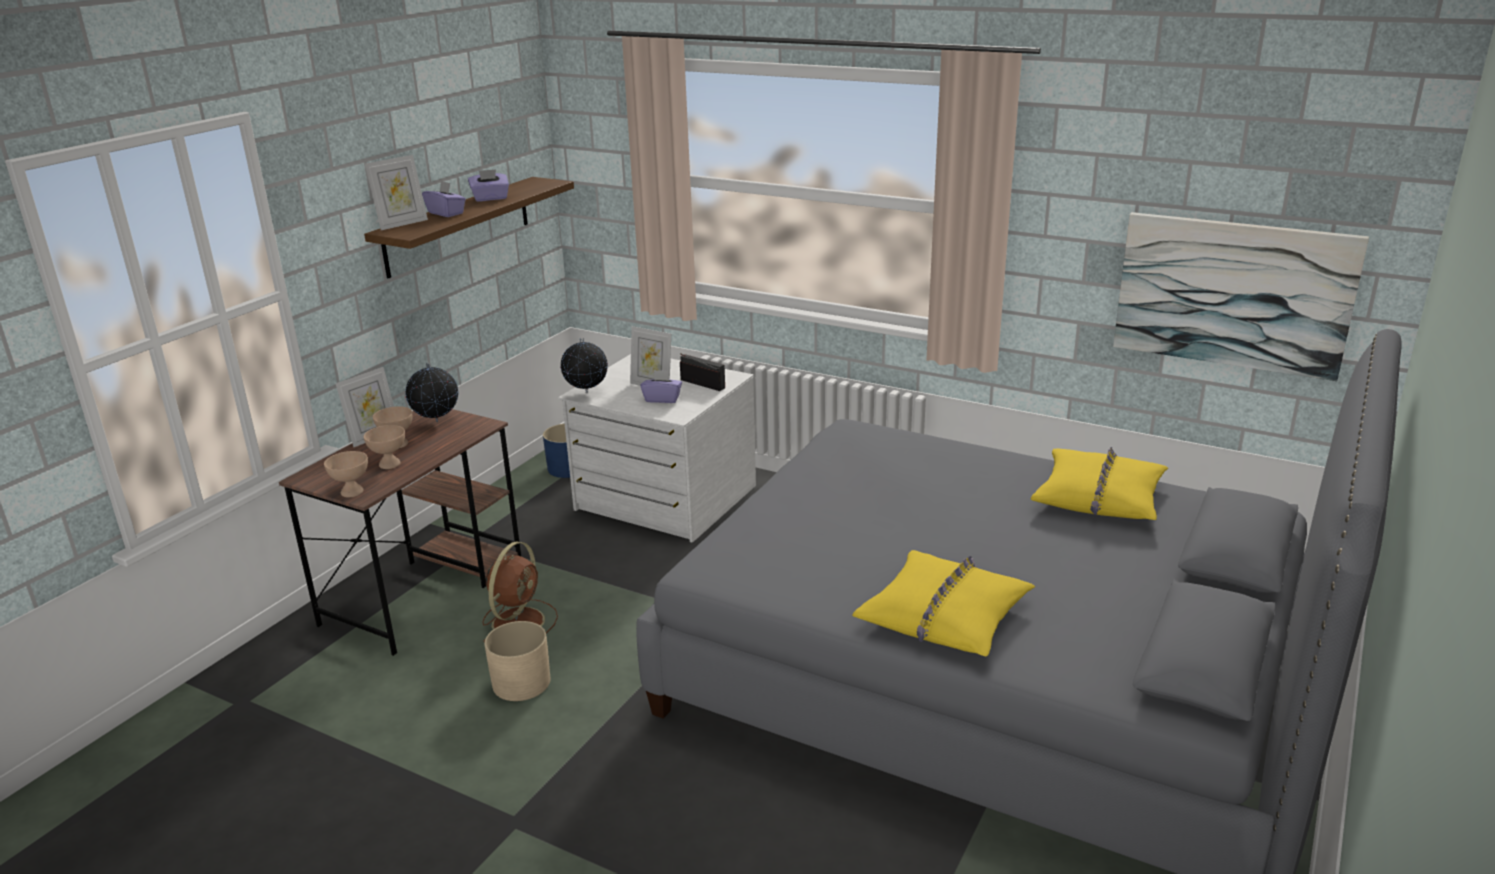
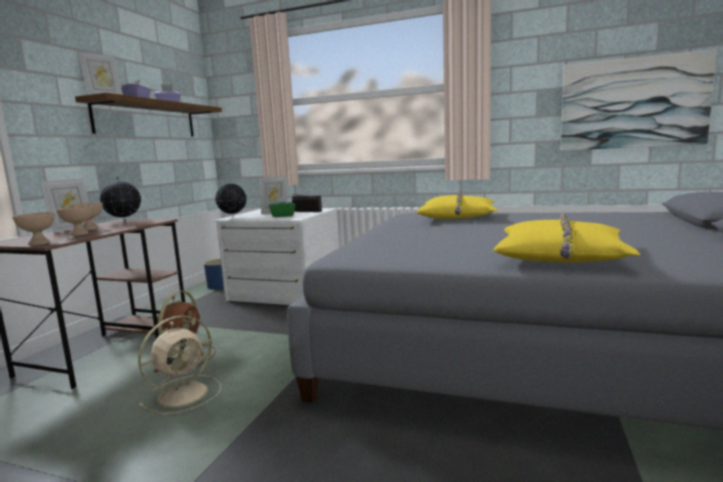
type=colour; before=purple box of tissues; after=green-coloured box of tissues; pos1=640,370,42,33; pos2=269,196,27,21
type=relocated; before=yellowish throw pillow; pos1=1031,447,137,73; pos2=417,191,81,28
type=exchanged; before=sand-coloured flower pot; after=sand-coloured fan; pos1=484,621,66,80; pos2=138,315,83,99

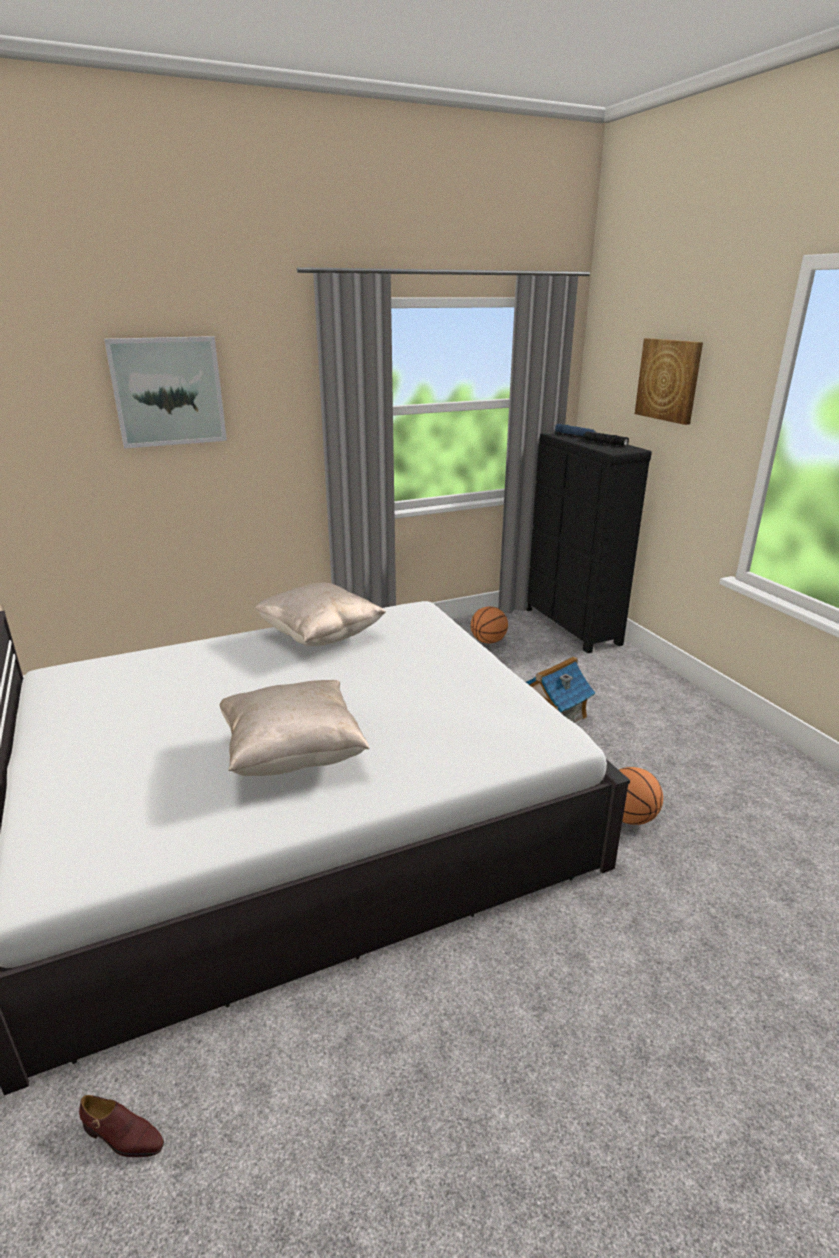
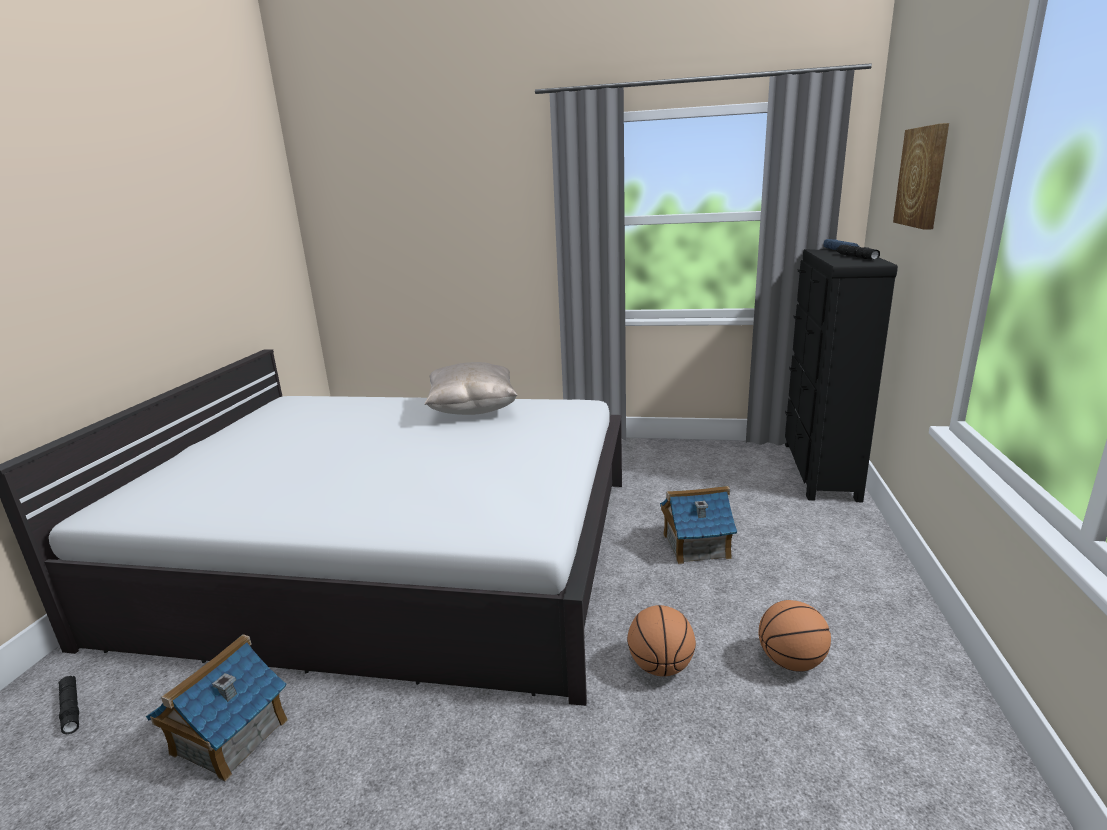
type=missing; before=wall picture; pos1=104,336,123,113
type=relocated; before=ball for basketball; pos1=471,607,37,36; pos2=758,600,73,72
type=missing; before=sand-coloured throw pillow; pos1=220,680,150,96
type=exchanged; before=brown-coloured shoe; after=blackish flashlight; pos1=79,1095,85,62; pos2=59,675,20,59
type=appeared; after=model house; pos2=146,634,142,148

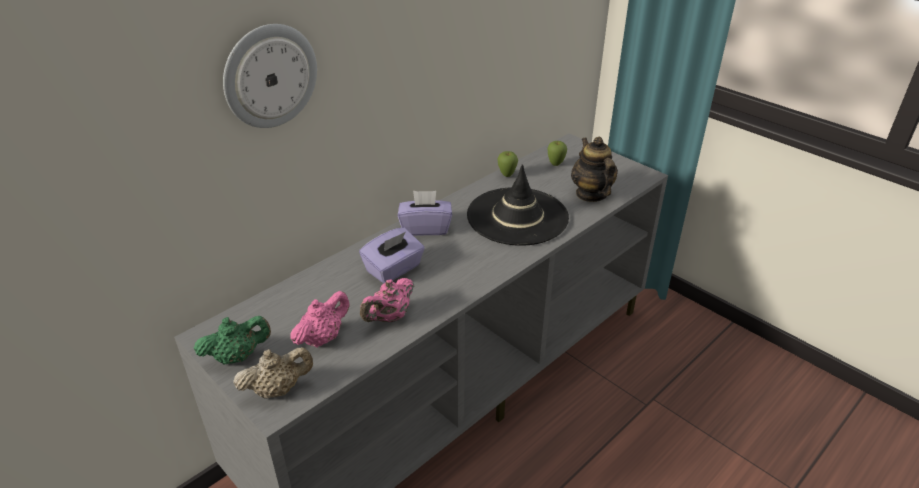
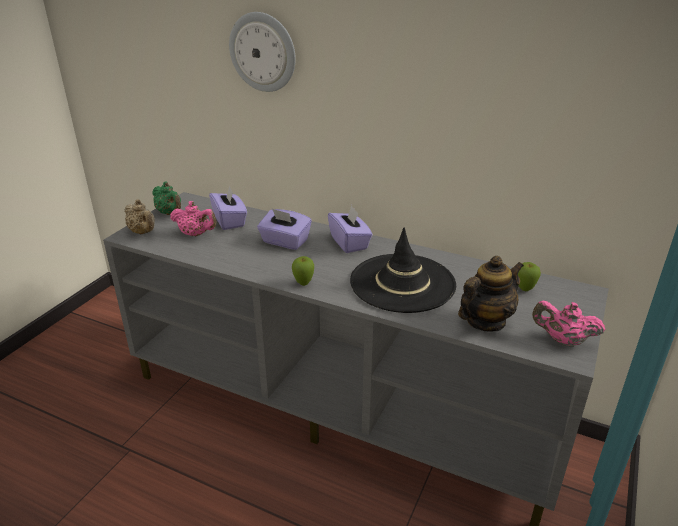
type=relocated; before=apple; pos1=497,151,21,26; pos2=292,256,22,30
type=relocated; before=pink tea pot; pos1=360,278,54,45; pos2=532,300,73,48
type=appeared; after=purple box of tissues; pos2=209,186,38,44

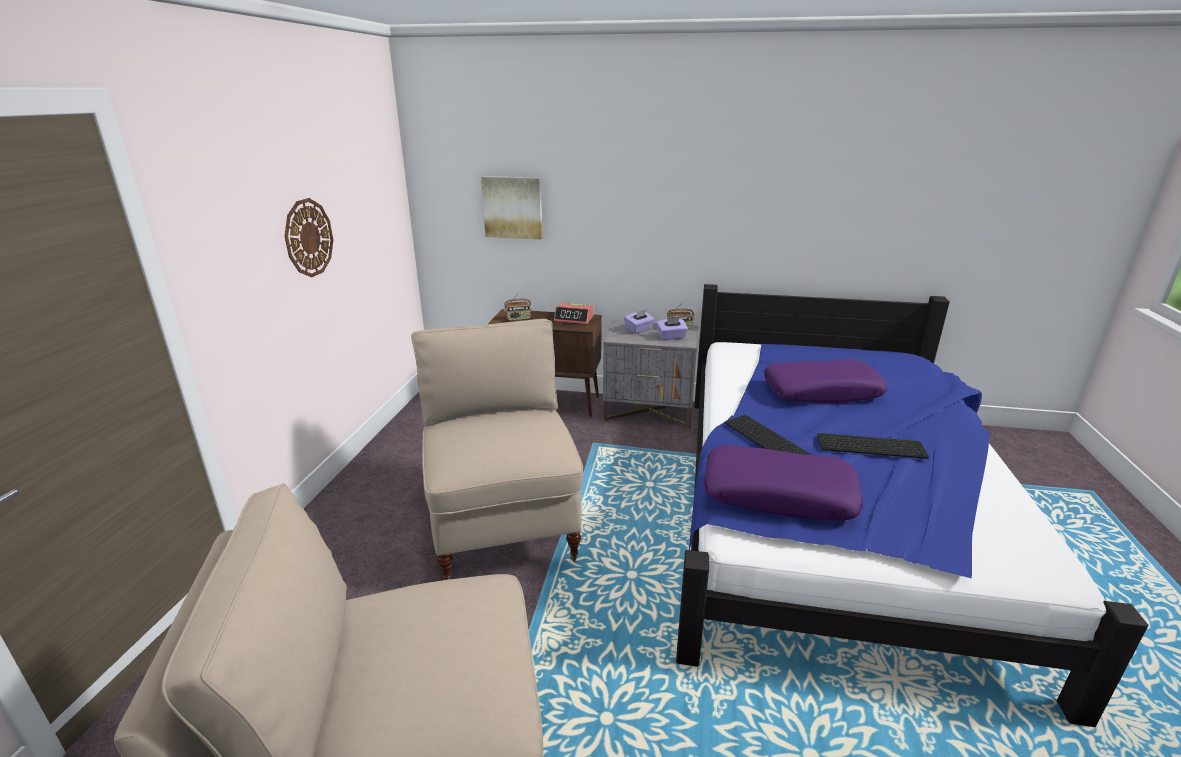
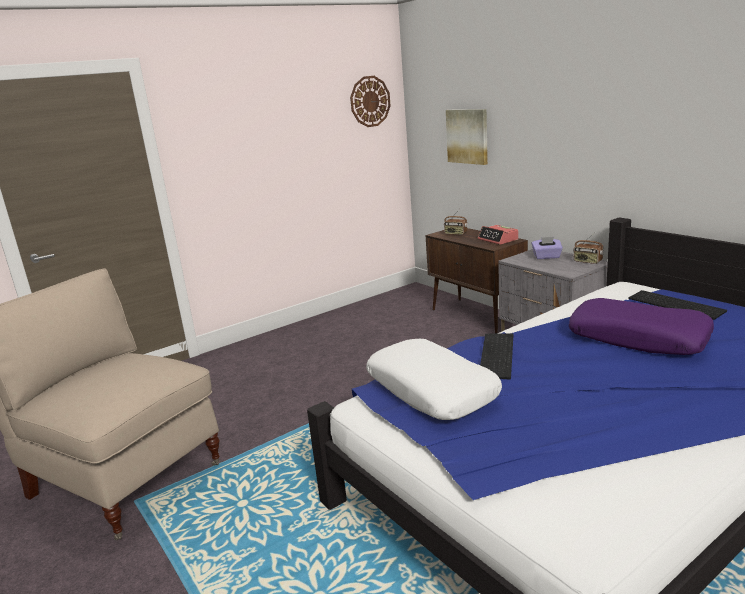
type=relocated; before=hanging clock; pos1=285,198,48,79; pos2=350,76,41,51
type=missing; before=purple box of tissues; pos1=656,317,32,23
type=missing; before=sand-coloured upright chair; pos1=411,319,172,261
type=relocated; before=computer keyboard; pos1=817,433,112,26; pos2=628,290,99,30
type=colour; before=purple throw pillow; after=white-coloured throw pillow; pos1=704,445,159,75; pos2=366,339,136,81

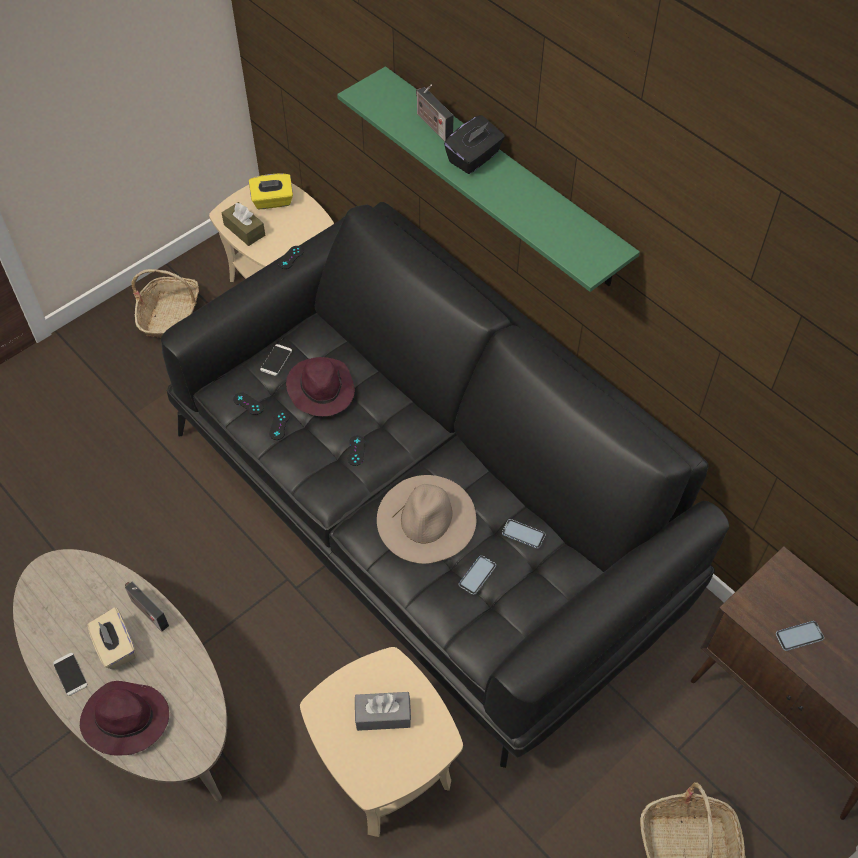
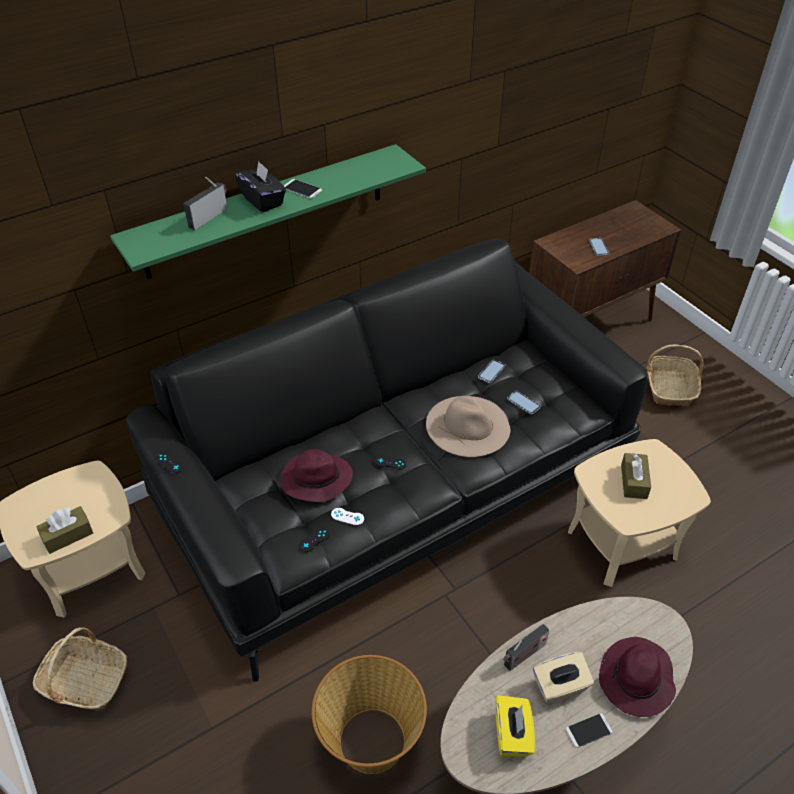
type=spun; before=radio; pos1=416,85,38,56; pos2=183,177,45,54; turn=150
type=relocated; before=yellowish box of tissues; pos1=249,173,44,36; pos2=495,695,40,62
type=relocated; before=telephone; pos1=260,344,32,32; pos2=284,179,38,20
type=colour; before=blackish gamepad; after=white-coloured gamepad; pos1=269,411,20,29; pos2=331,508,33,17
type=colour; before=grey box of tissues; after=brown-coloured box of tissues; pos1=355,692,56,39; pos2=621,453,30,46
type=appeared; after=basket; pos2=312,655,115,119

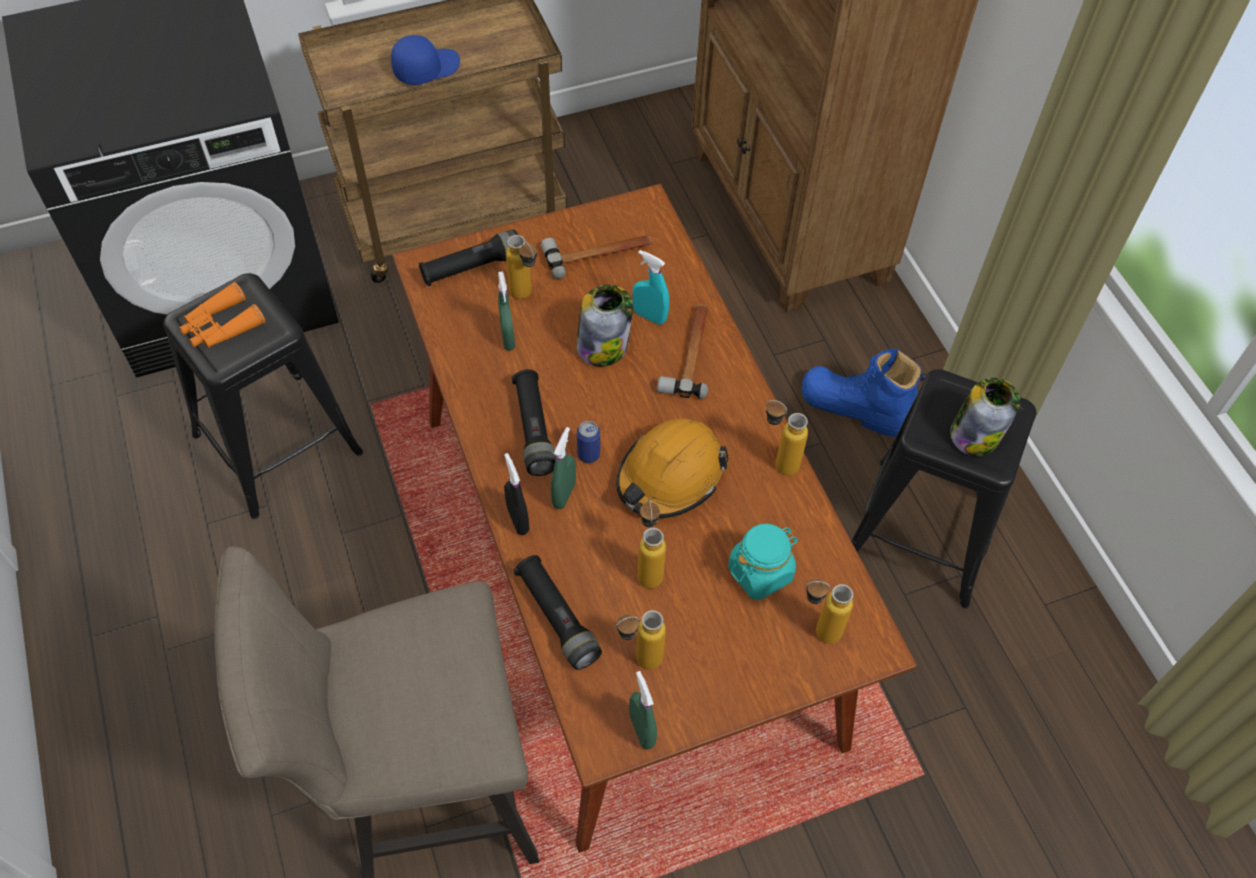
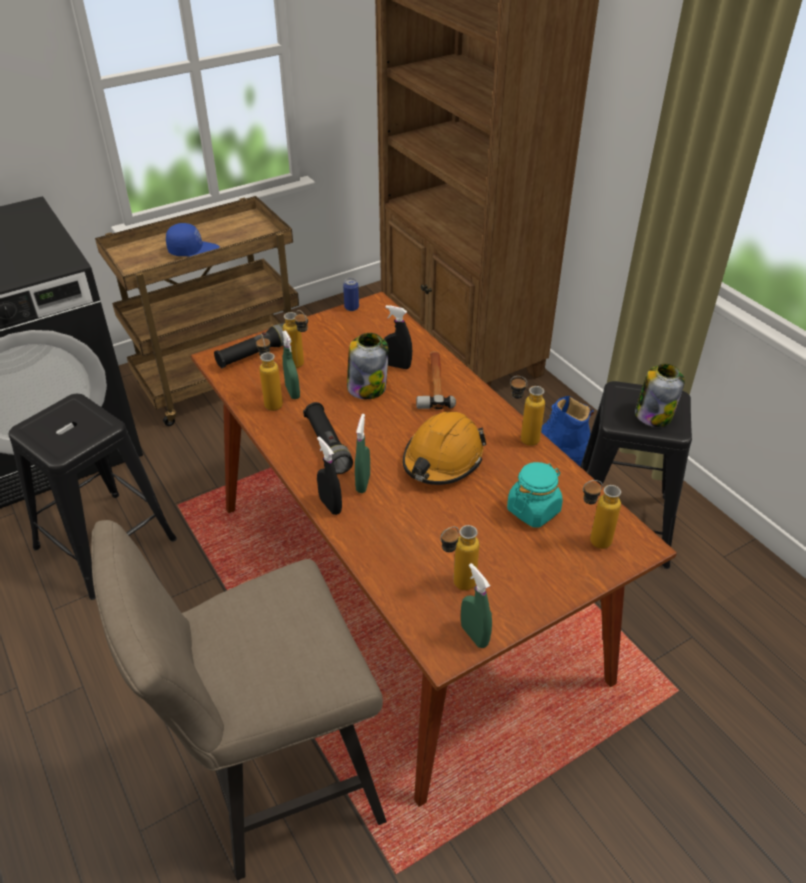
type=spun; before=bluish cap; pos1=391,35,69,50; pos2=166,223,54,33; turn=45
type=missing; before=hand hammer; pos1=541,235,111,44
type=colour; before=turquoise-coloured spray bottle; after=blackish spray bottle; pos1=632,250,37,75; pos2=384,305,28,64
type=missing; before=orange-coloured binoculars; pos1=179,282,87,66
type=relocated; before=can; pos1=577,421,23,42; pos2=343,278,16,33
type=relocated; before=beverage bottle; pos1=638,499,28,90; pos2=256,334,27,77
type=missing; before=blackish flashlight; pos1=514,555,88,115

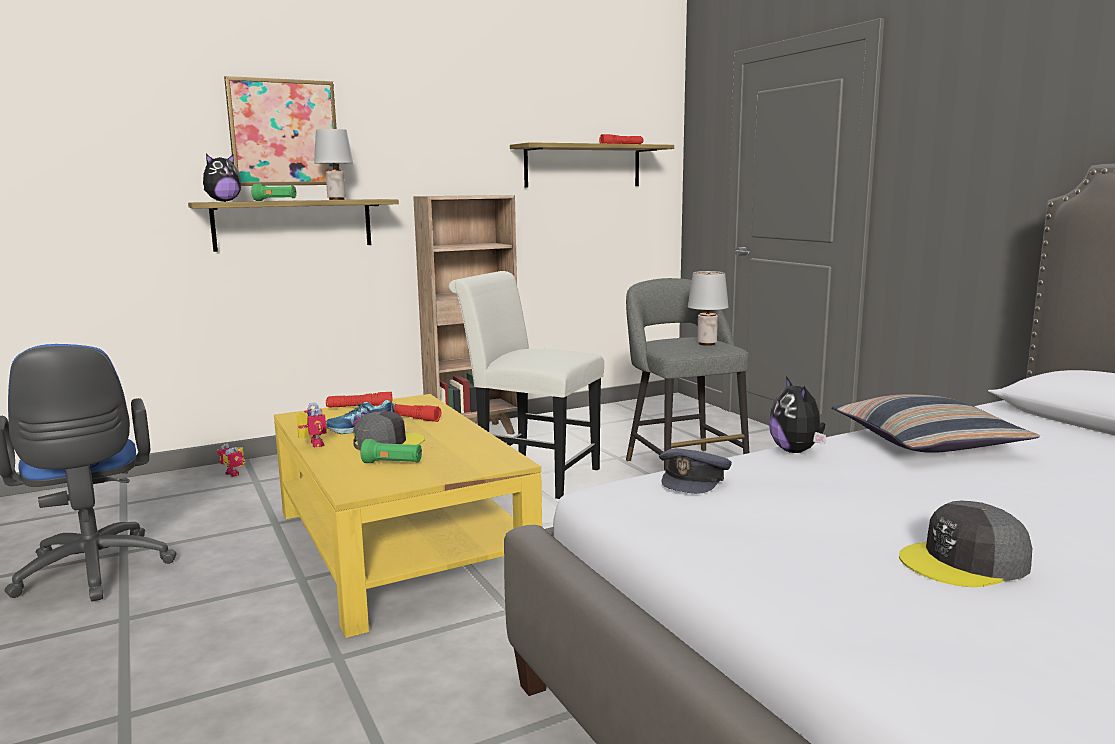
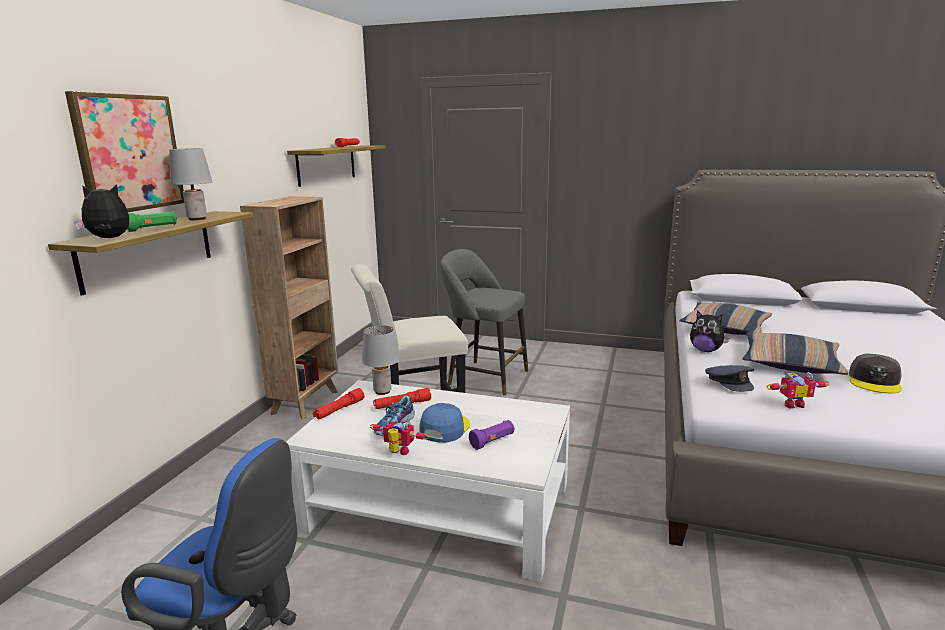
type=spun; before=plush toy; pos1=203,154,39,48; pos2=74,184,55,54; turn=-105
type=relocated; before=grey tabletop lamp; pos1=688,271,40,75; pos2=362,325,37,70
type=colour; before=yellowish coffee table; after=white-coloured coffee table; pos1=274,394,268,244; pos2=286,380,284,202
type=colour; before=grey cap; after=bluish cap; pos1=353,411,72,40; pos2=420,403,50,40
type=colour; before=green-coloured flashlight; after=purple flashlight; pos1=360,439,62,24; pos2=469,420,46,30
type=relocated; before=model robot; pos1=217,444,29,33; pos2=766,372,63,37
type=appeared; after=throw pillow; pos2=742,332,106,43

